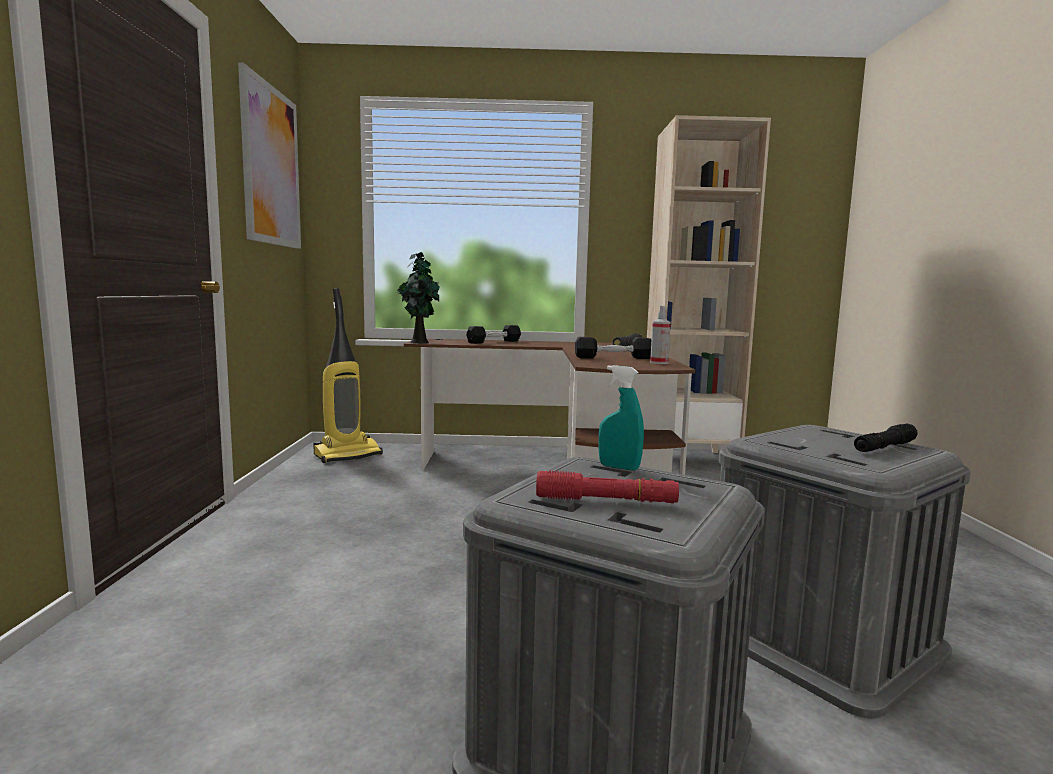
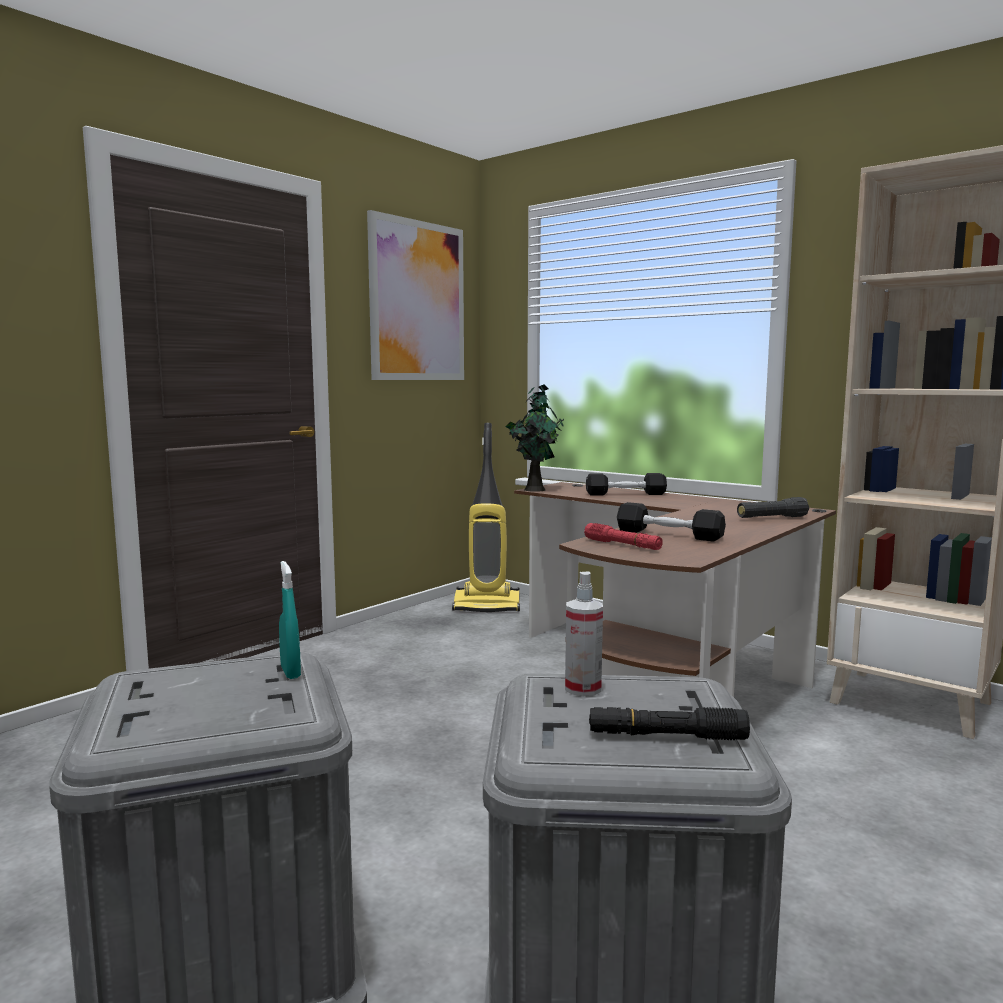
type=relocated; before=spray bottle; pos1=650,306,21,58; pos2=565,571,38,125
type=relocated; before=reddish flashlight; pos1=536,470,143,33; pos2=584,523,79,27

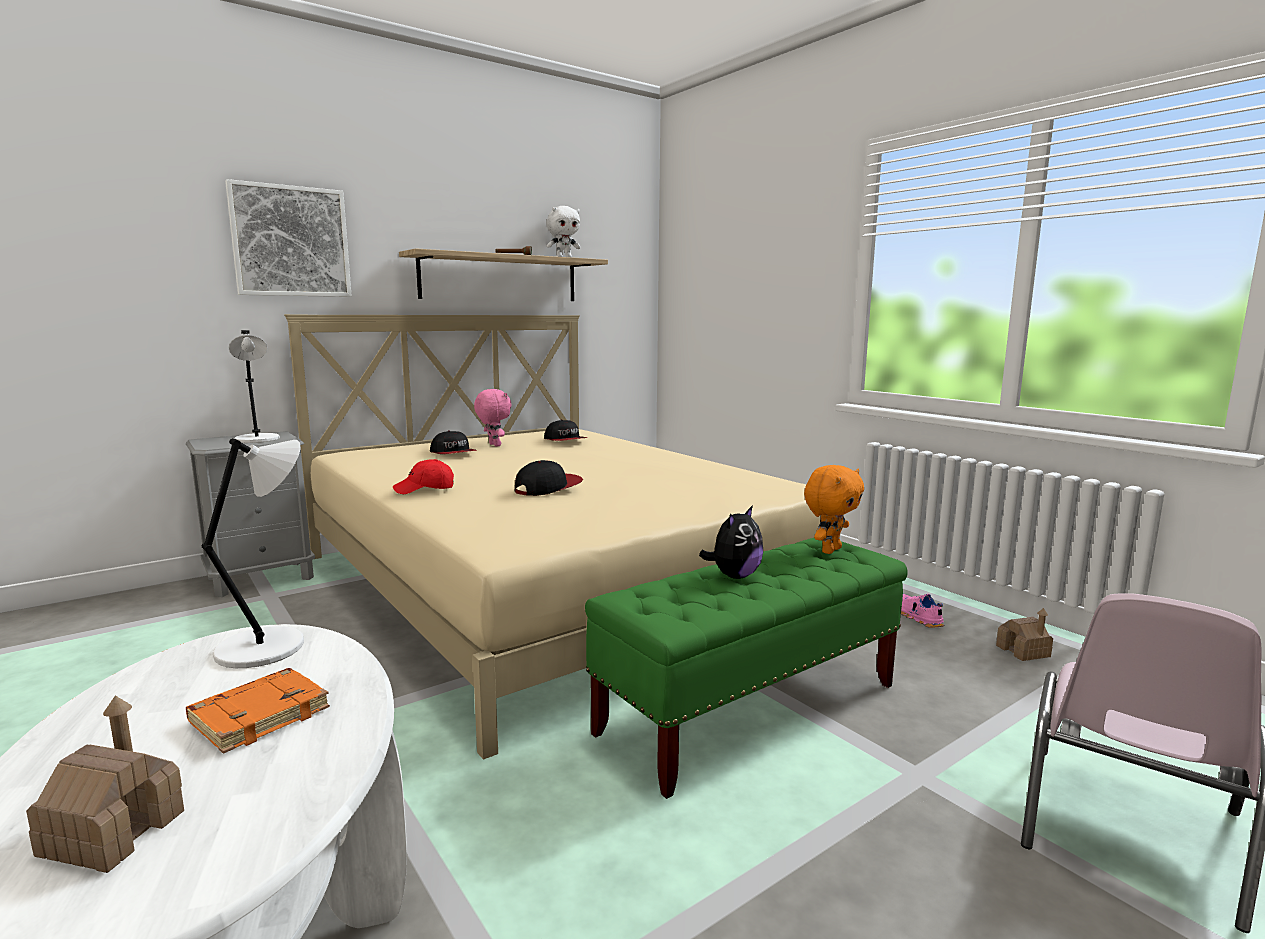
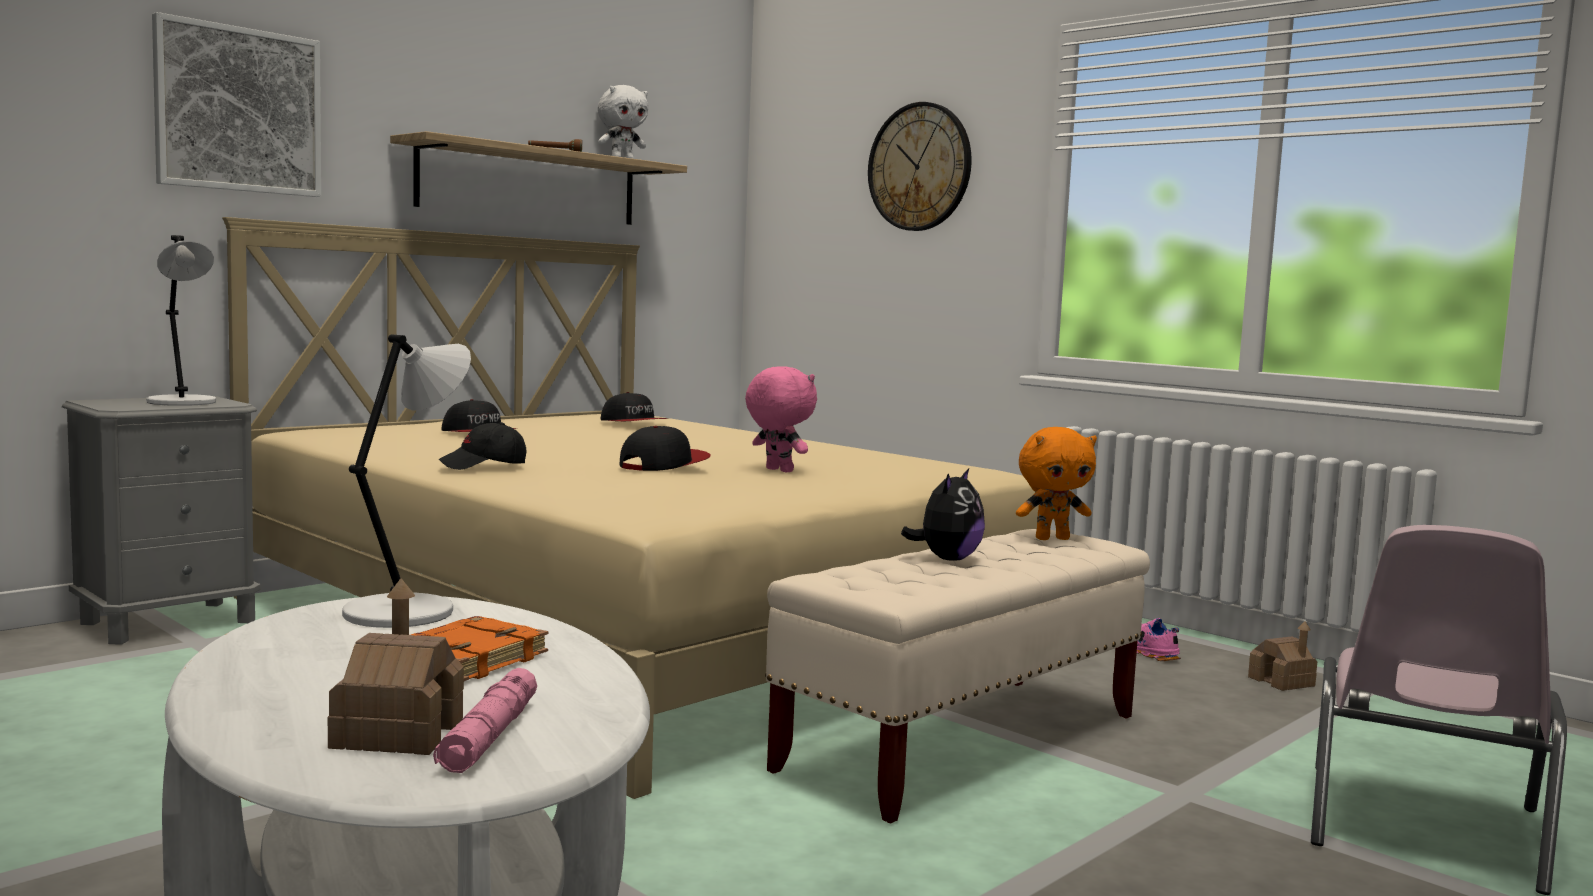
type=relocated; before=pink plush toy; pos1=474,389,38,58; pos2=745,366,72,106
type=colour; before=reddish cap; after=blackish cap; pos1=393,459,61,35; pos2=439,422,87,48
type=spun; before=orange-coloured plush toy; pos1=804,465,60,89; pos2=1016,427,81,113; turn=45
type=colour; before=green-coloured long seat; after=sand-coloured long seat; pos1=585,538,323,261; pos2=765,529,385,294
type=appeared; after=hanging clock; pos2=868,102,104,129
type=appeared; after=pink flashlight; pos2=433,668,104,105

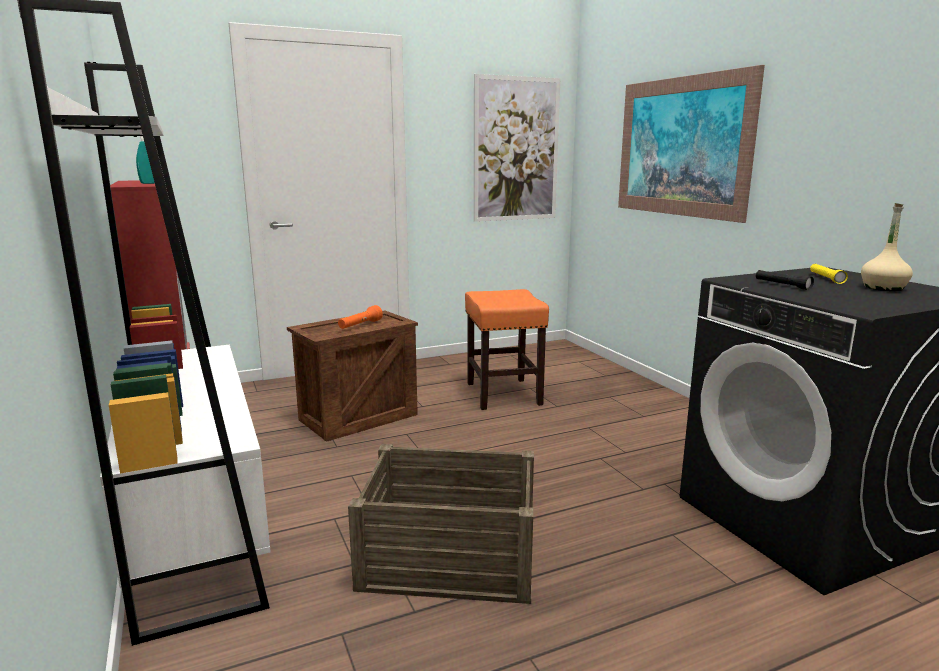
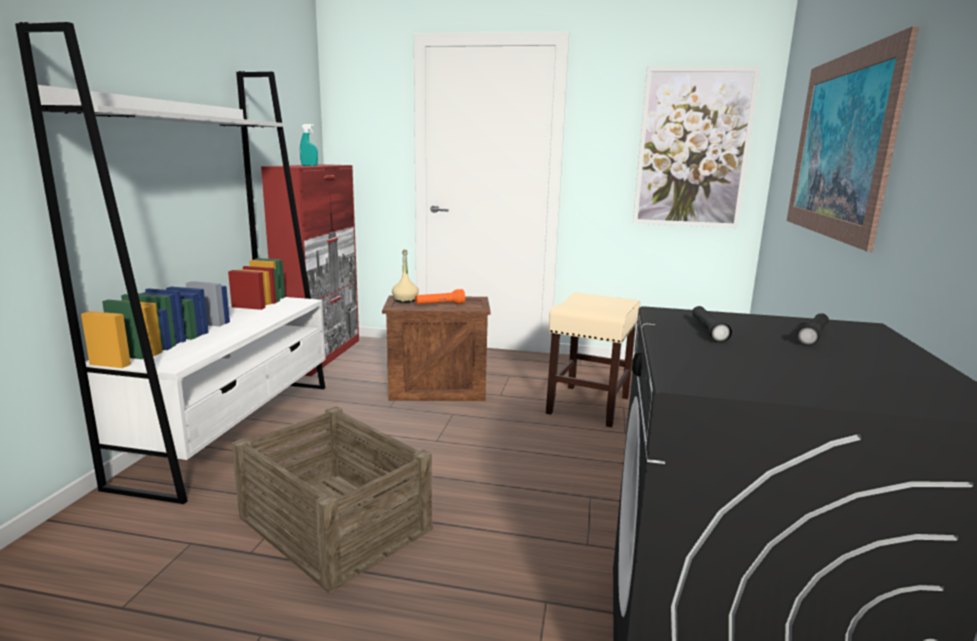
type=relocated; before=sand-coloured beverage bottle; pos1=861,203,52,88; pos2=392,250,27,53
type=colour; before=yellowish flashlight; after=blackish flashlight; pos1=810,264,38,20; pos2=796,313,33,33
type=colour; before=orange-coloured sitting stool; after=sand-coloured sitting stool; pos1=465,289,84,121; pos2=546,293,95,134

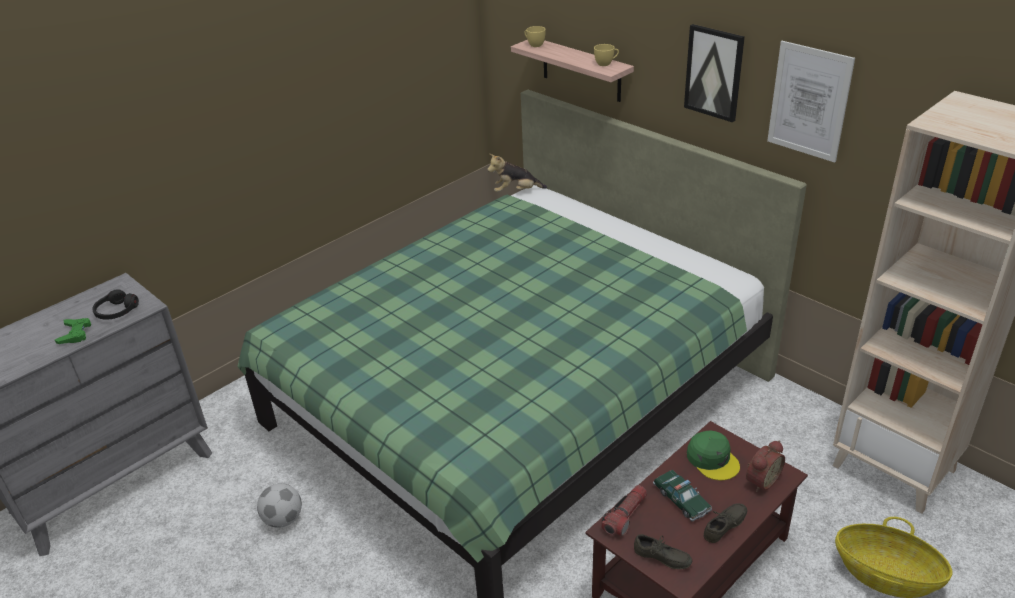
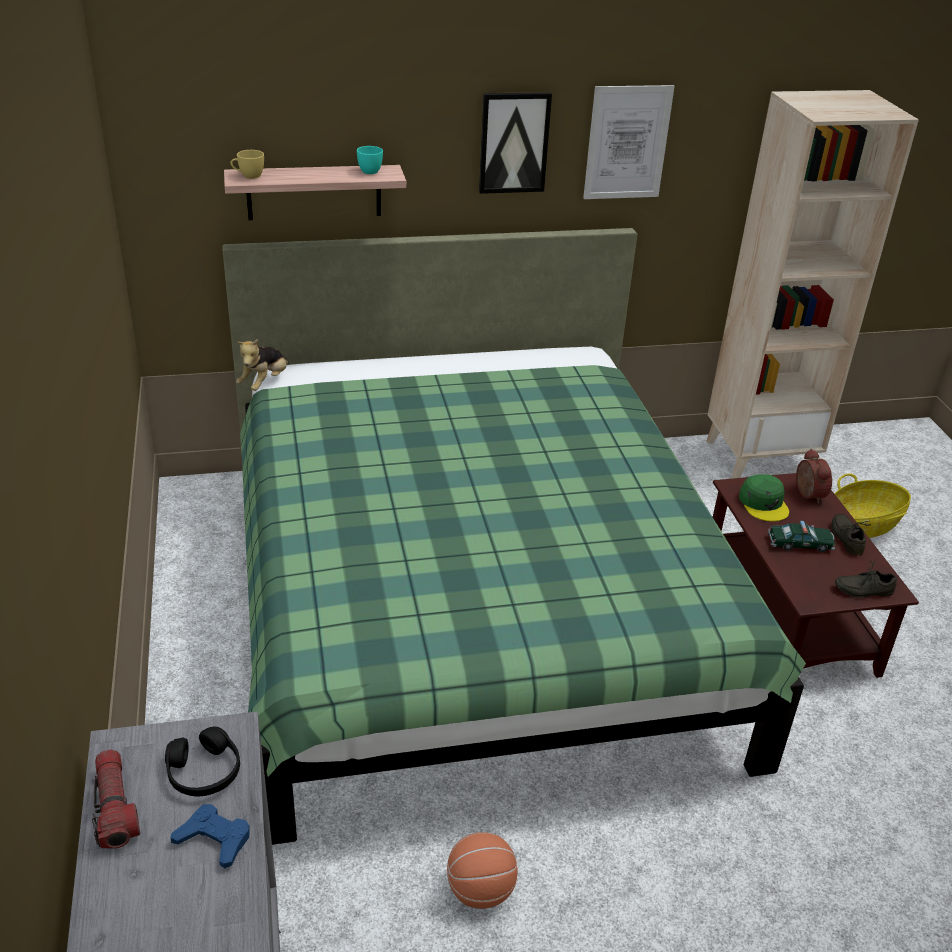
type=colour; before=yellowish small cup; after=turquoise-coloured small cup; pos1=594,44,25,22; pos2=357,146,26,28
type=colour; before=green-coloured gamepad; after=bluish gamepad; pos1=55,318,36,26; pos2=171,804,79,65
type=spun; before=green-coloured cap; pos1=687,430,53,50; pos2=739,474,50,48; turn=75
type=exchanged; before=football ball; after=ball for basketball; pos1=257,483,45,45; pos2=447,832,70,77
type=relocated; before=flashlight; pos1=601,485,46,51; pos2=92,749,48,100
type=spun; before=grey shoe; pos1=634,534,58,35; pos2=835,560,62,38; turn=-150

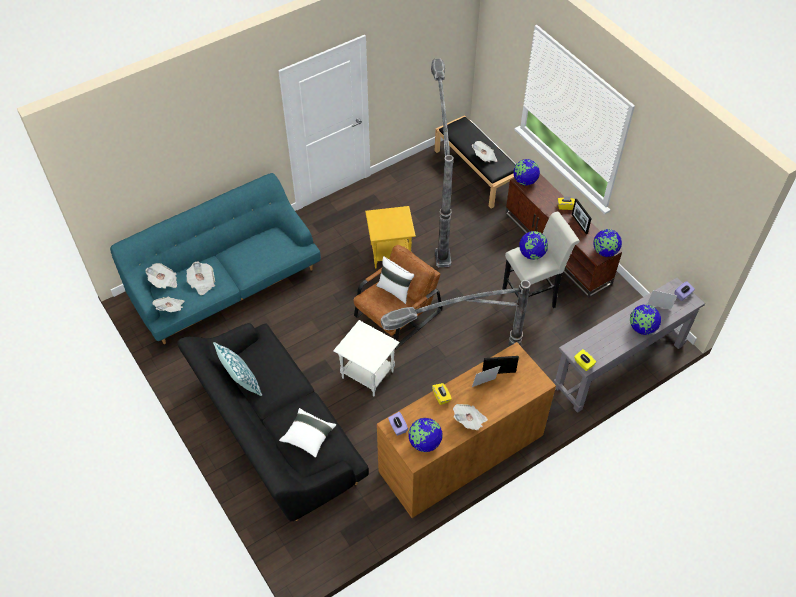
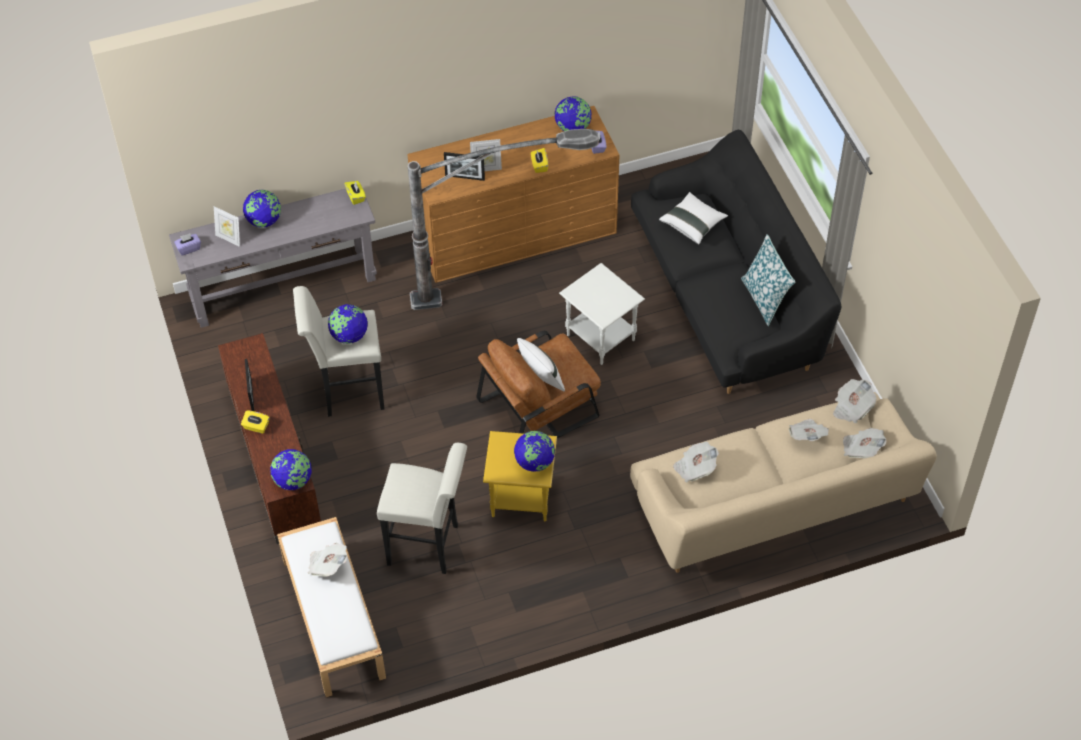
type=exchanged; before=floor lamp; after=white-coloured sitting stool; pos1=431,59,22,208; pos2=377,443,90,131
type=colour; before=blackish long seat; after=white-coloured long seat; pos1=435,115,81,93; pos2=277,517,109,180
type=colour; before=turquoise-coloured sofa; after=sand-coloured sofa; pos1=110,173,211,171; pos2=630,392,307,181
type=relocated; before=world globe; pos1=593,229,29,28; pos2=514,431,41,41
type=relocated; before=printed paper; pos1=453,404,35,26; pos2=673,442,46,41

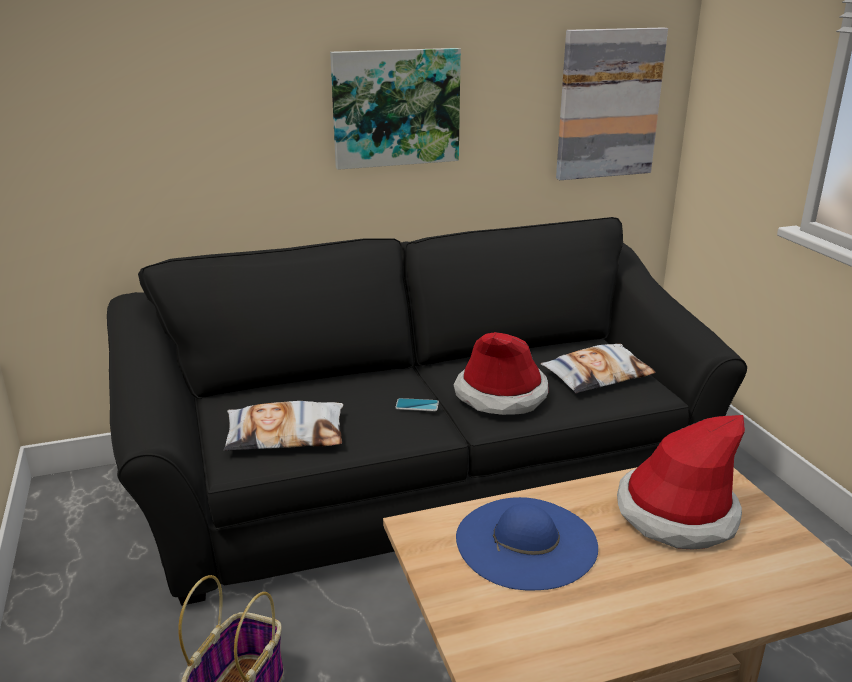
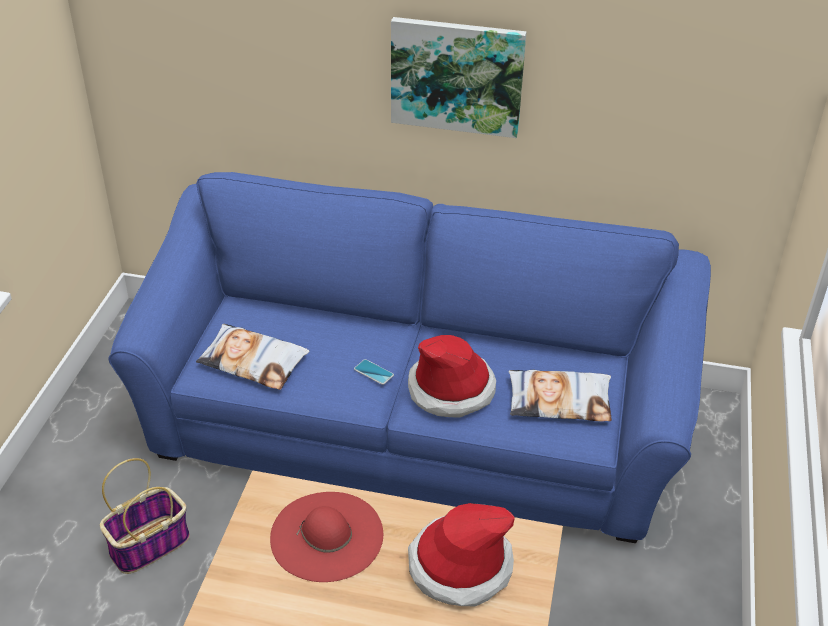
type=missing; before=wall picture; pos1=556,27,112,153
type=colour; before=blackish sofa; after=bluish sofa; pos1=107,217,640,389; pos2=108,172,603,371
type=colour; before=bluish wearable hat; after=reddish wearable hat; pos1=456,497,142,94; pos2=270,492,113,90

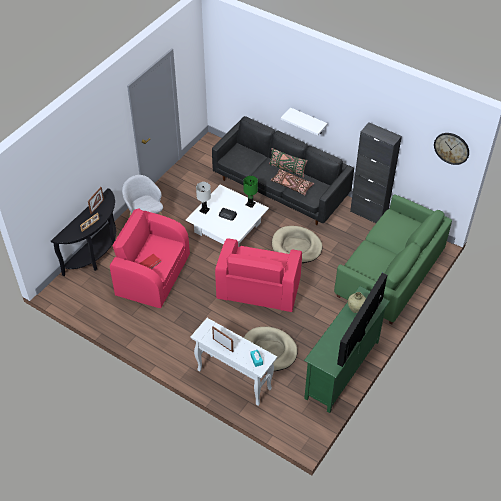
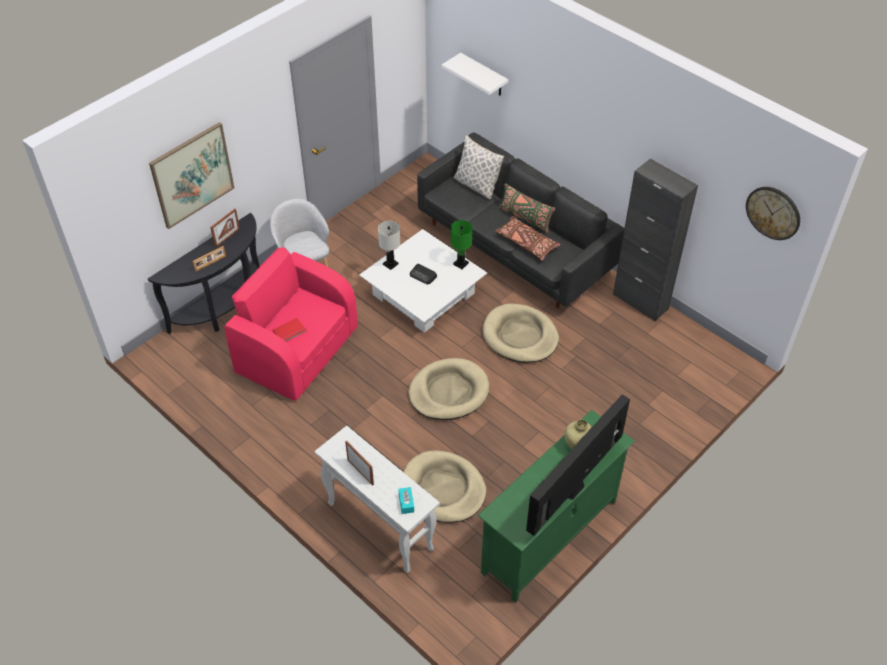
type=relocated; before=white-coloured shelf; pos1=281,108,47,28; pos2=442,53,67,43
type=missing; before=green-coloured sofa; pos1=334,195,118,130
type=exchanged; before=pink lounge chair; after=sand-coloured pet bed; pos1=215,238,87,74; pos2=408,358,81,62
type=appeared; after=wall picture; pos2=149,122,85,107
type=appeared; after=throw pillow; pos2=454,135,50,65

